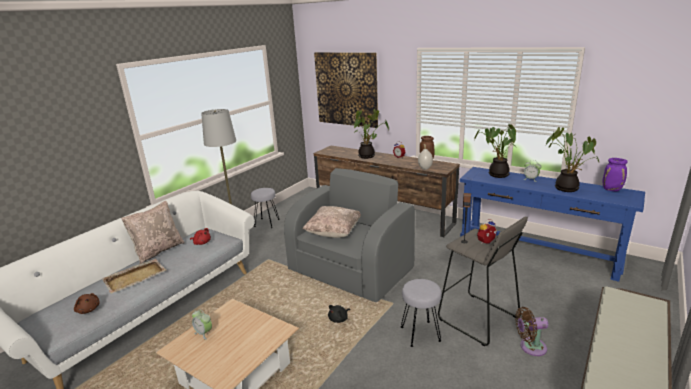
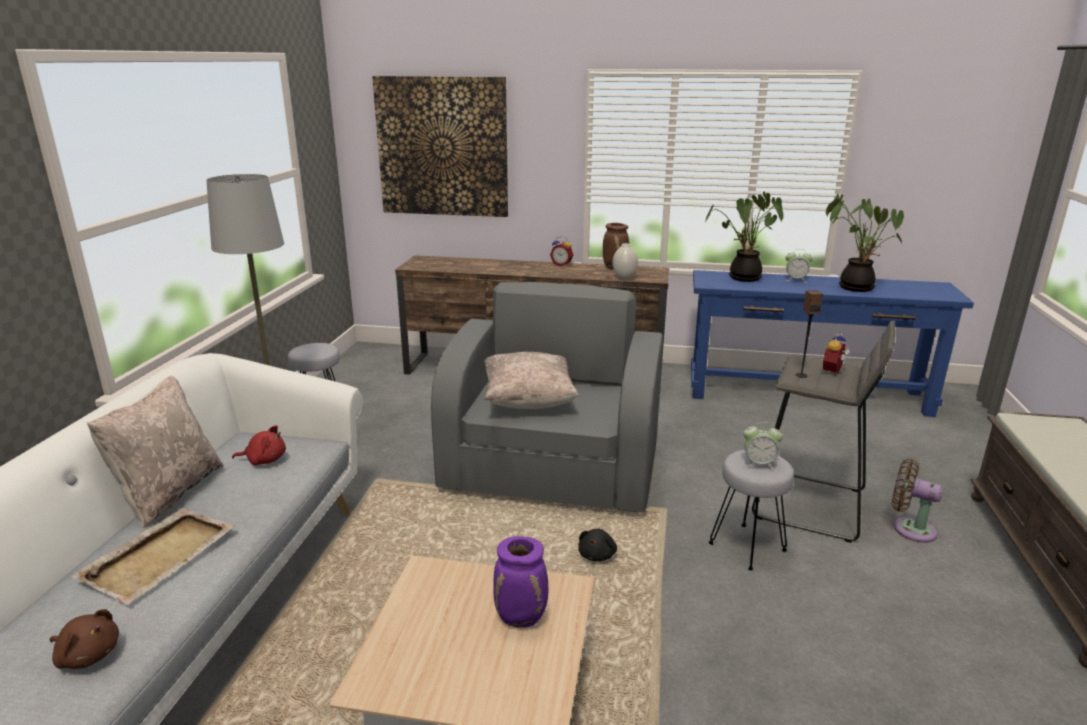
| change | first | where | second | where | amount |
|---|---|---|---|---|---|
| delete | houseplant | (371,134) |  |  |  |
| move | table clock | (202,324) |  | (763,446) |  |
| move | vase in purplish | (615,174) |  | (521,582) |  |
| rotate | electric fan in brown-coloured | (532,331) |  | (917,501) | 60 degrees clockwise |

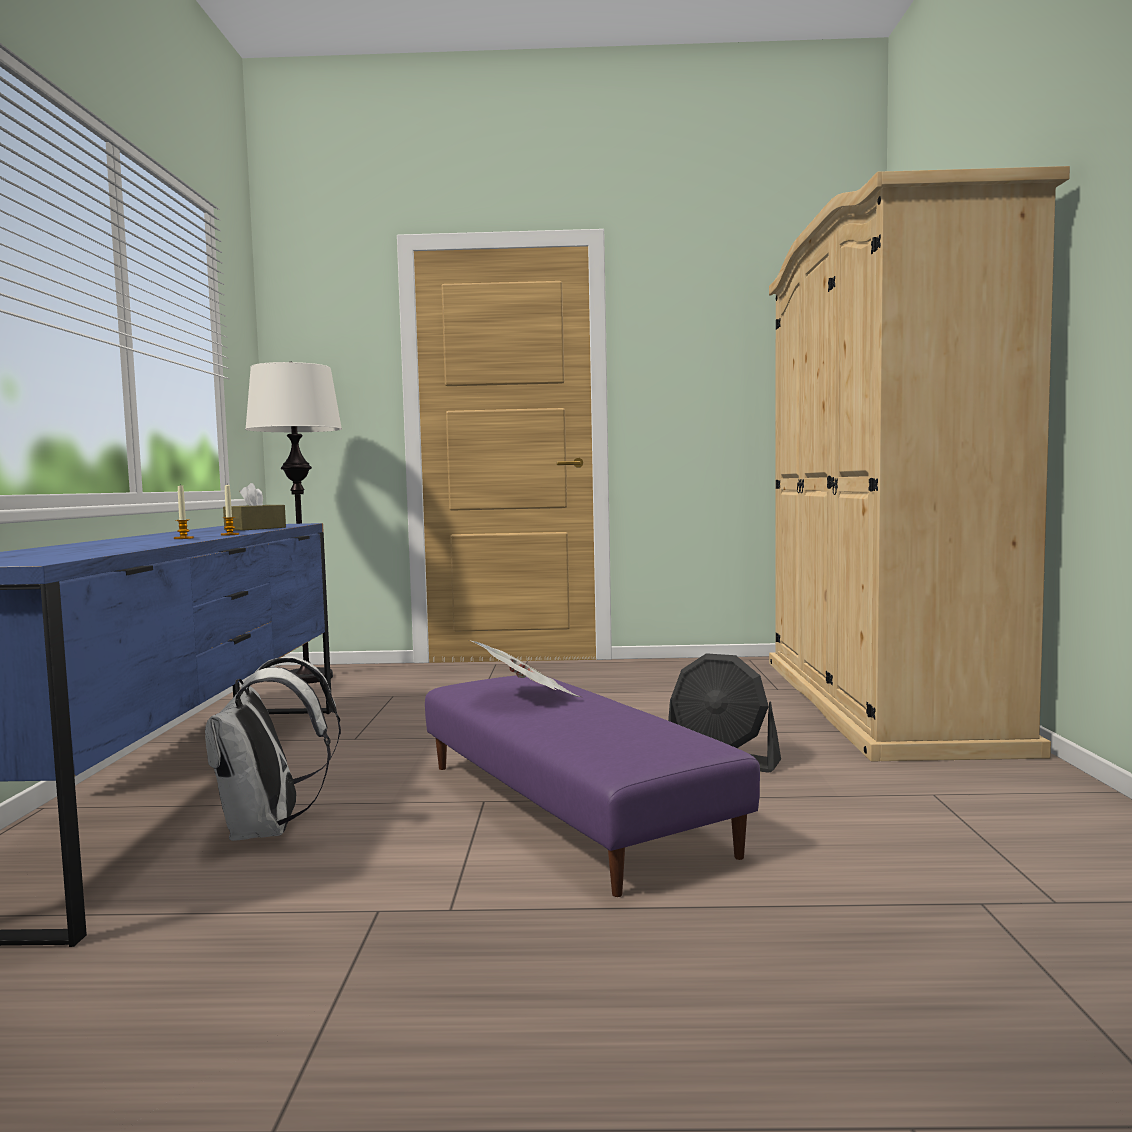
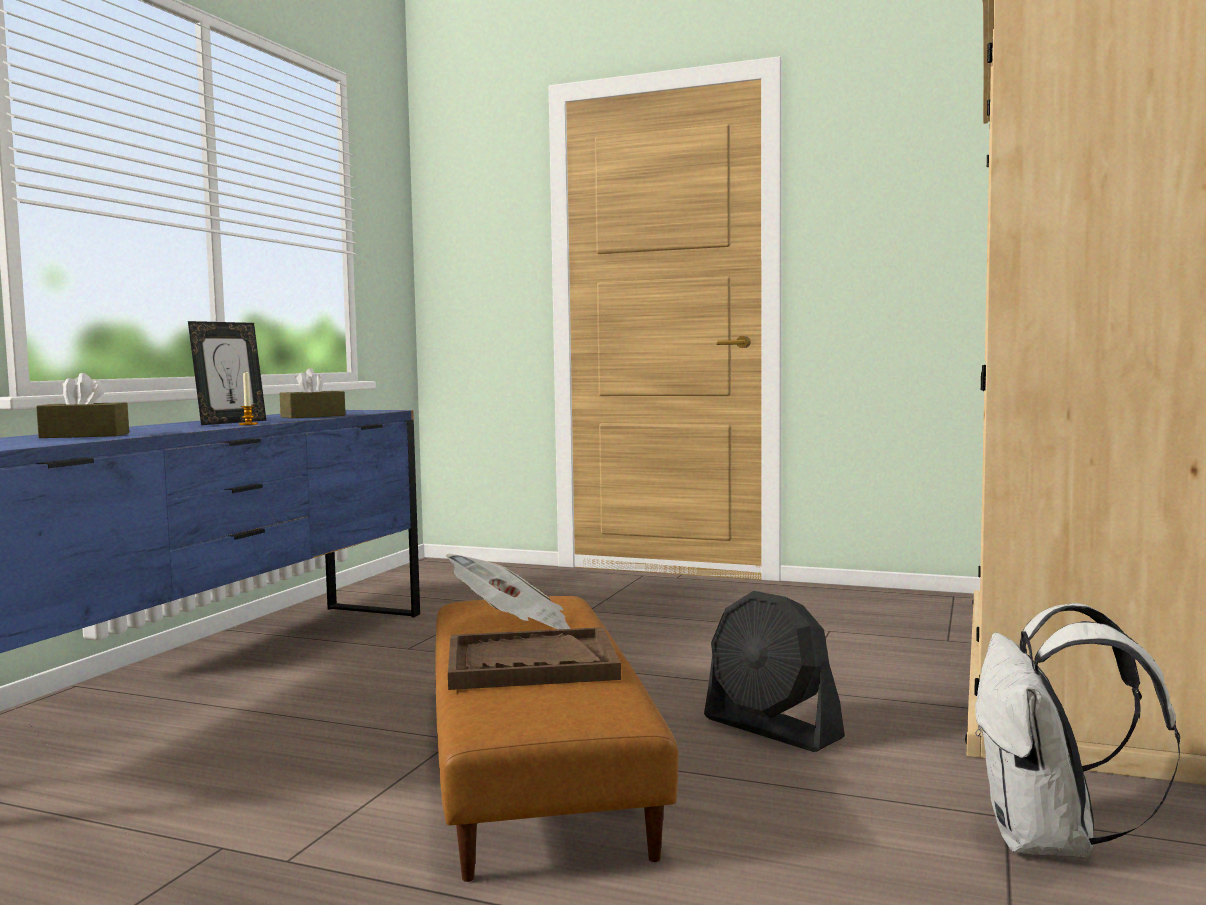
| change | first | where | second | where | amount |
|---|---|---|---|---|---|
| delete | wax light | (184,512) |  |  |  |
| delete | standard lamp in whitish | (293,523) |  |  |  |
| insert |  |  | box of tissues in brown-coloured | (82,405) |  |
| insert |  |  | photo frame | (227,373) |  |
| insert |  |  | tray in brown-coloured | (534,658) |  |
| move | backpack in whitish | (273,748) |  | (1077,730) |  |
| recolor | pouffe in purplish | (592,786) | pouffe in brown-coloured | (556,739) |  |

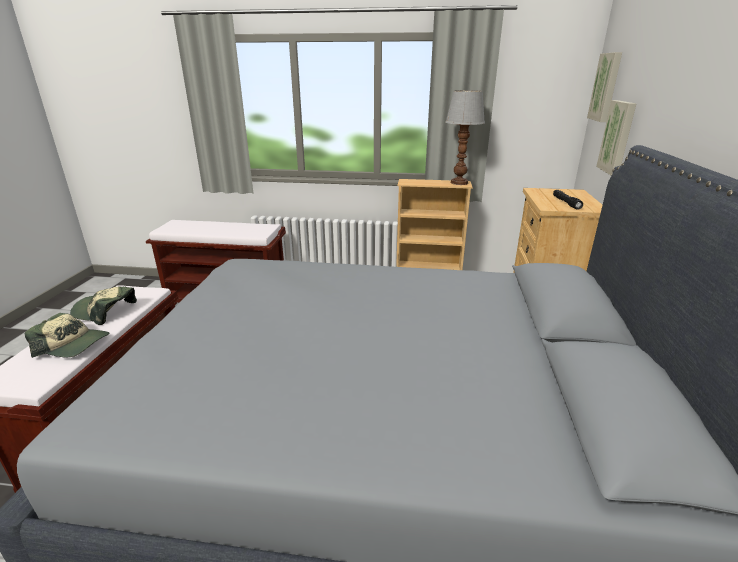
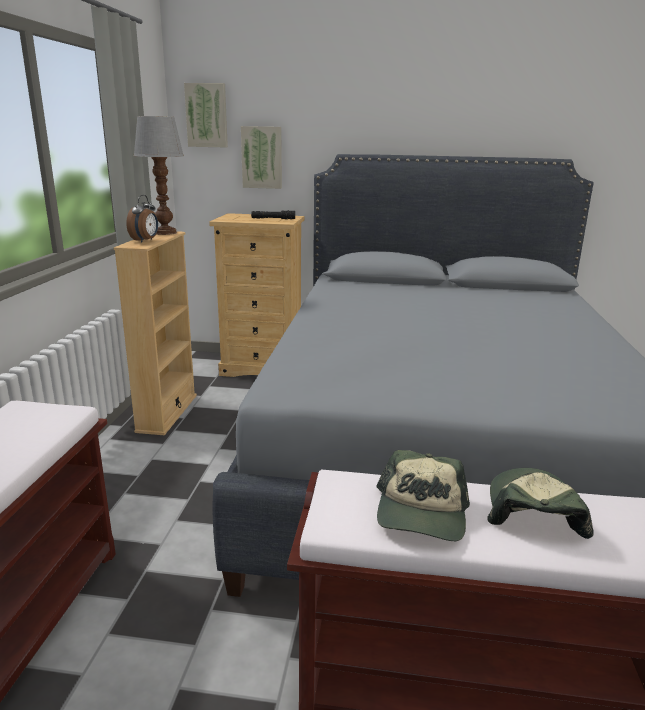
| change | first | where | second | where | amount |
|---|---|---|---|---|---|
| insert |  |  | table clock | (142,218) |  |

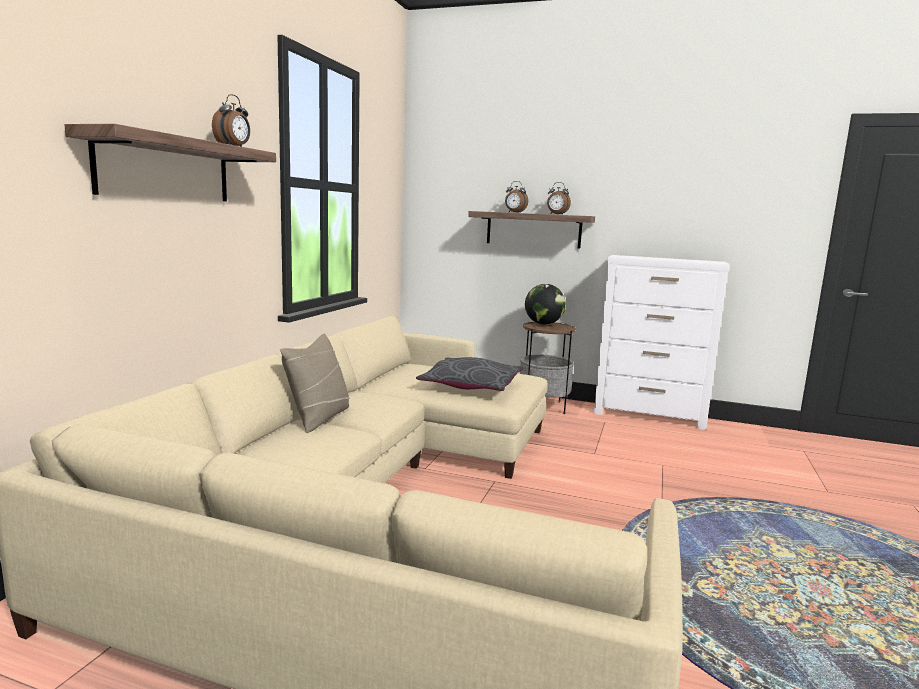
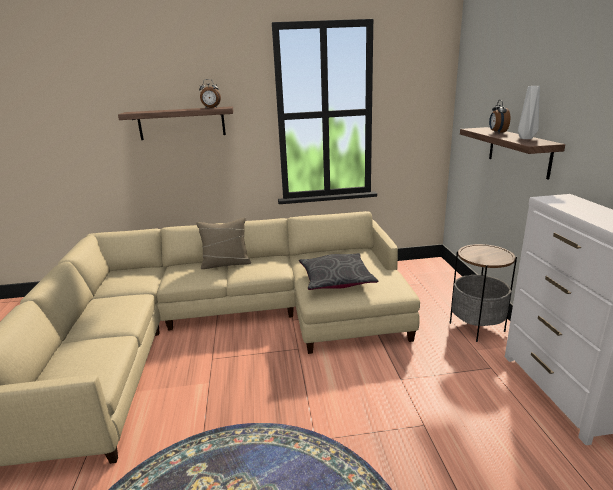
| change | first | where | second | where | amount |
|---|---|---|---|---|---|
| delete | world globe | (545,304) |  |  |  |
| replace | table clock | (559,198) | vase in whitish | (529,112) |  |

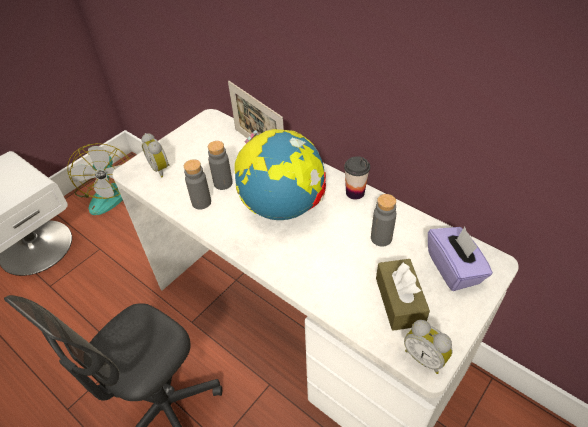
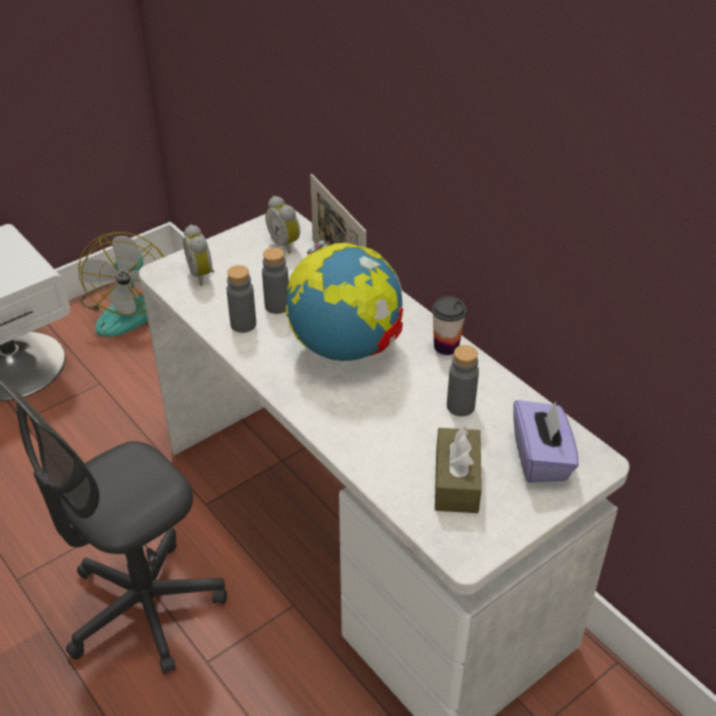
| change | first | where | second | where | amount |
|---|---|---|---|---|---|
| move | table clock | (428,347) |  | (282,225) |  |

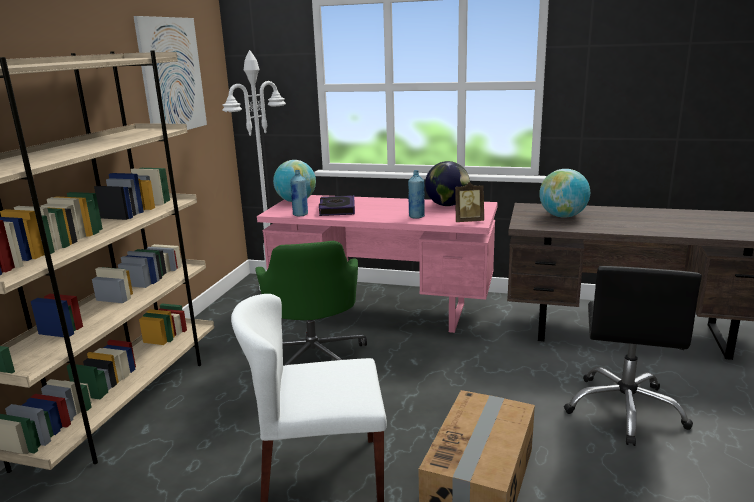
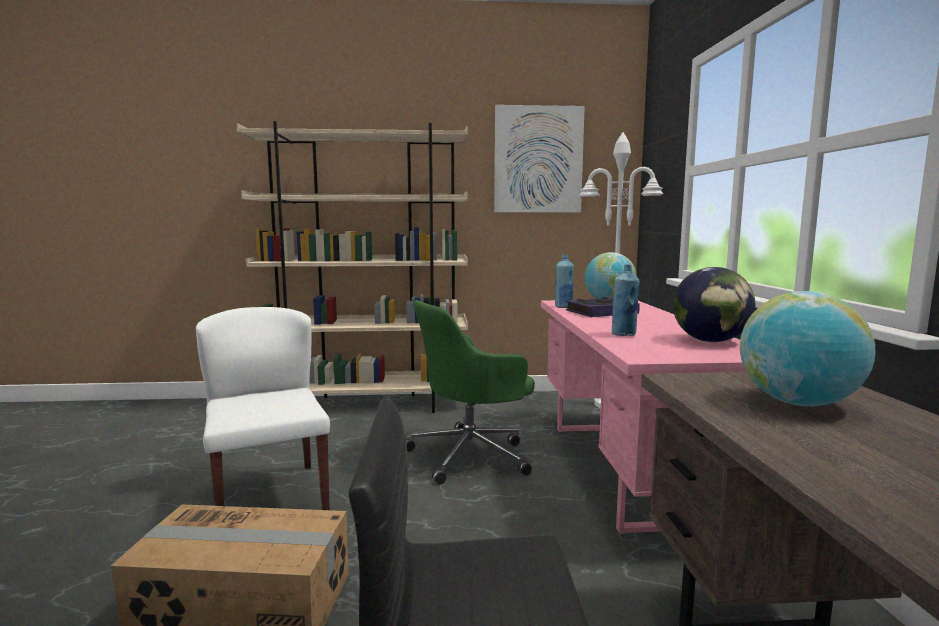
| change | first | where | second | where | amount |
|---|---|---|---|---|---|
| delete | photo frame | (469,202) |  |  |  |

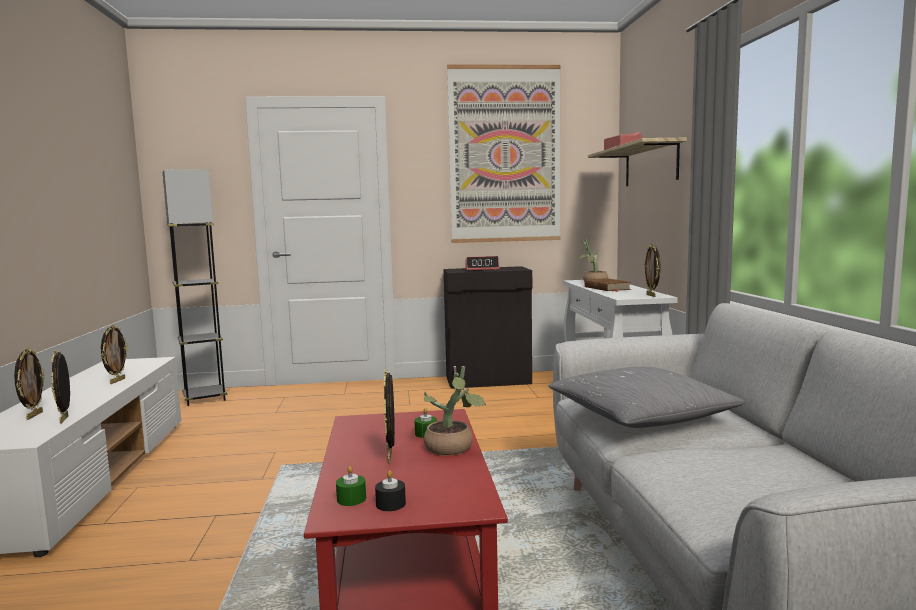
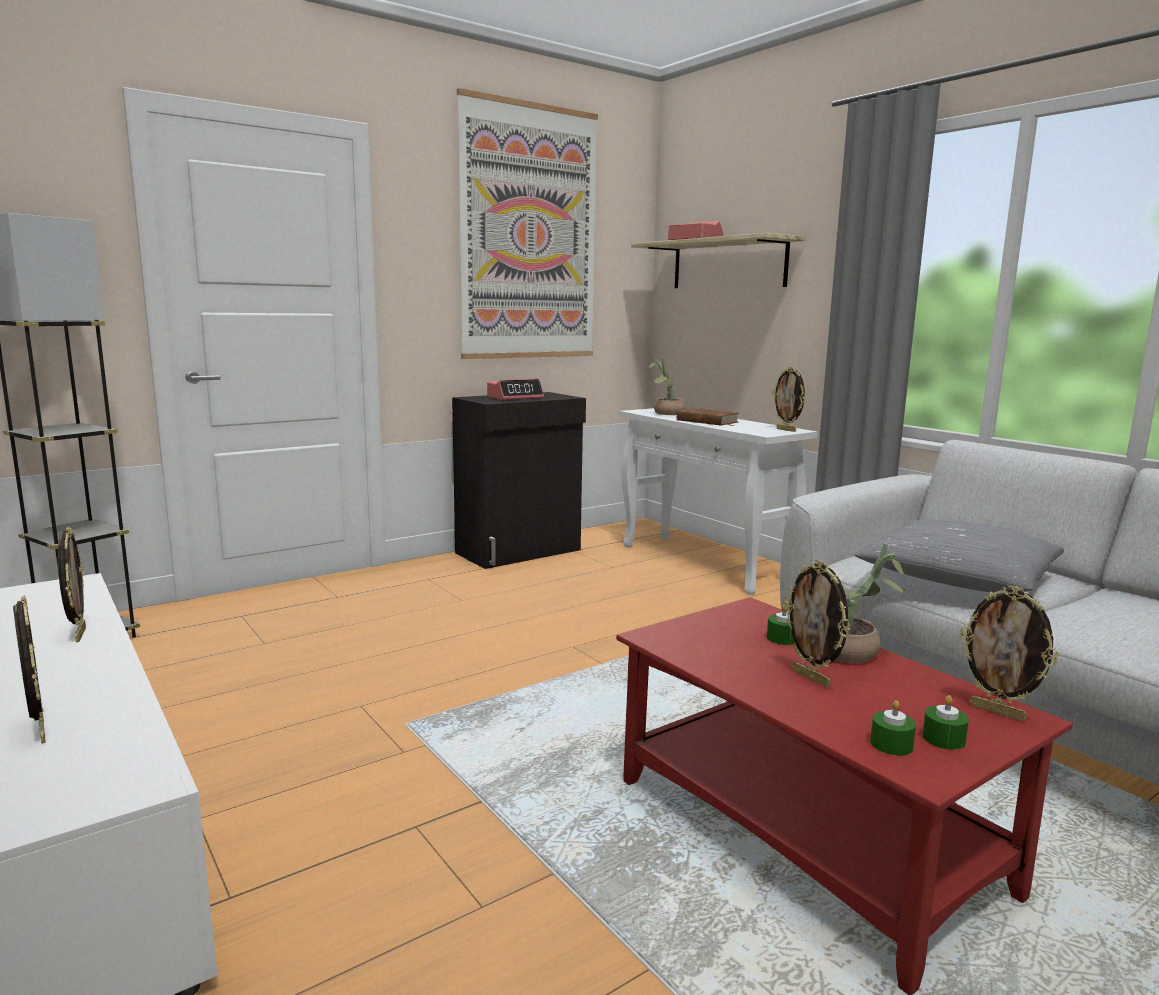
| change | first | where | second | where | amount |
|---|---|---|---|---|---|
| move | photo frame | (60,387) |  | (1009,653) |  |
| recolor | wax light in black | (390,490) | wax light in green-coloured | (945,722) |  |

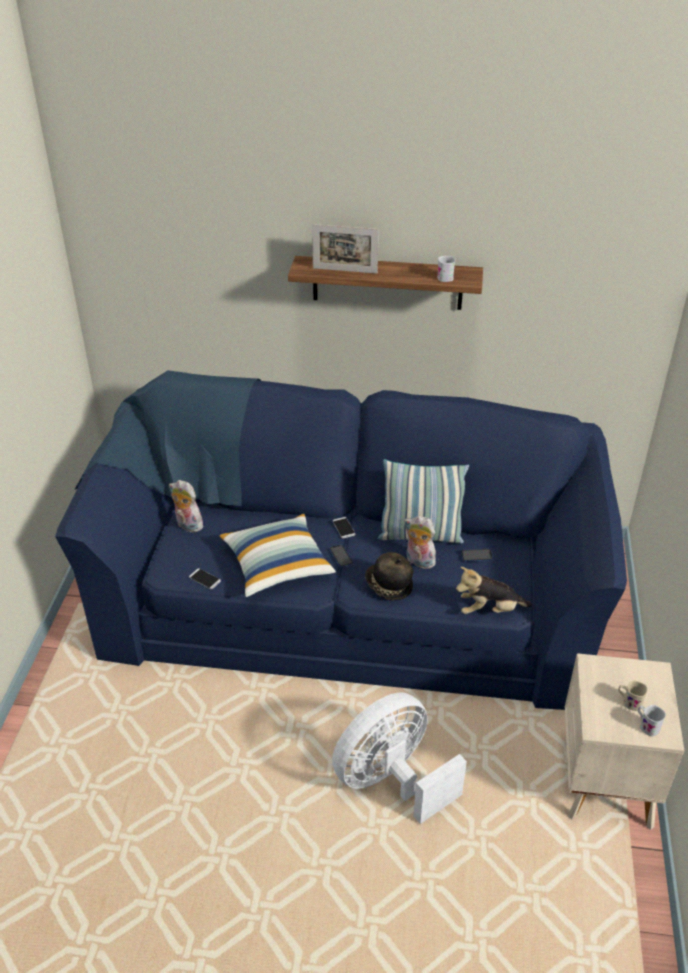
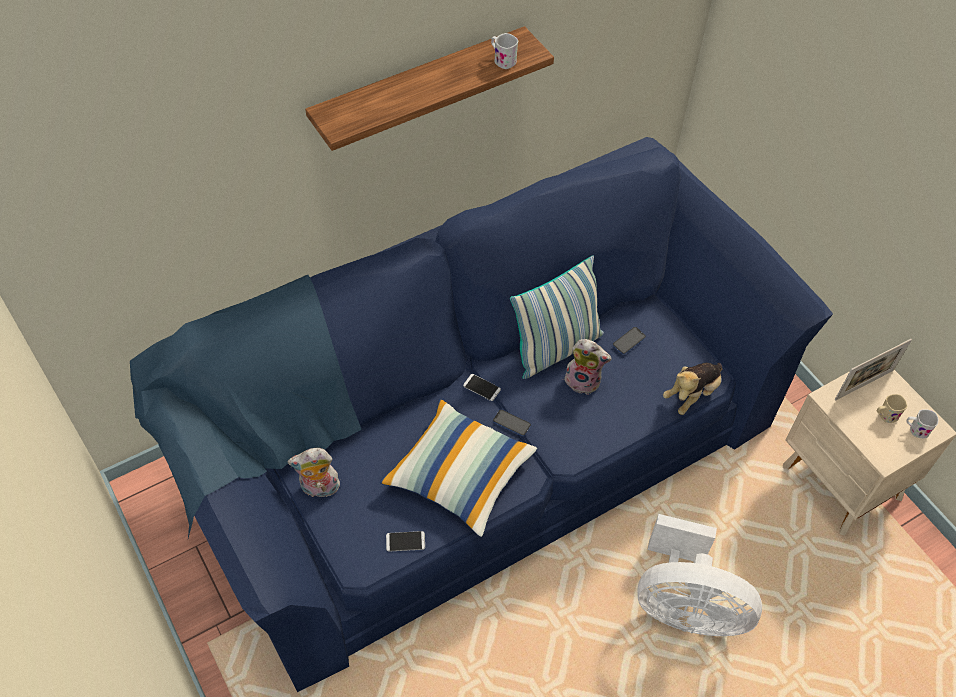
| change | first | where | second | where | amount |
|---|---|---|---|---|---|
| delete | hat | (389,576) |  |  |  |
| move | photo frame | (345,249) |  | (873,370) |  |
| rotate | electric fan in whitish | (399,758) |  | (699,575) | 90 degrees counterclockwise |
| rotate | cuddly toy | (420,542) |  | (588,367) | 150 degrees counterclockwise |

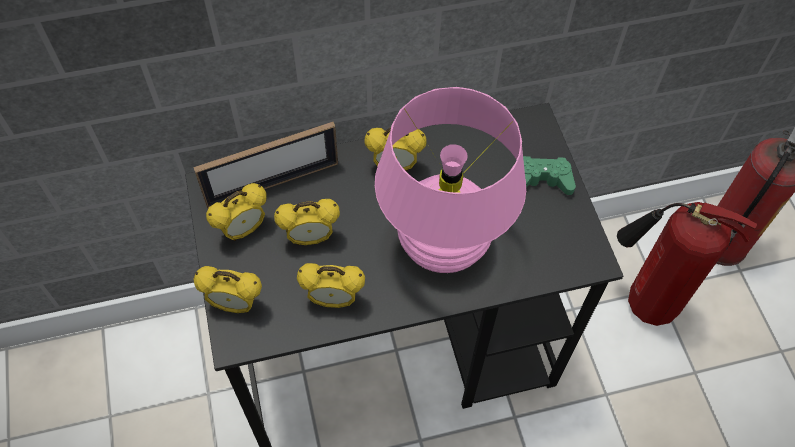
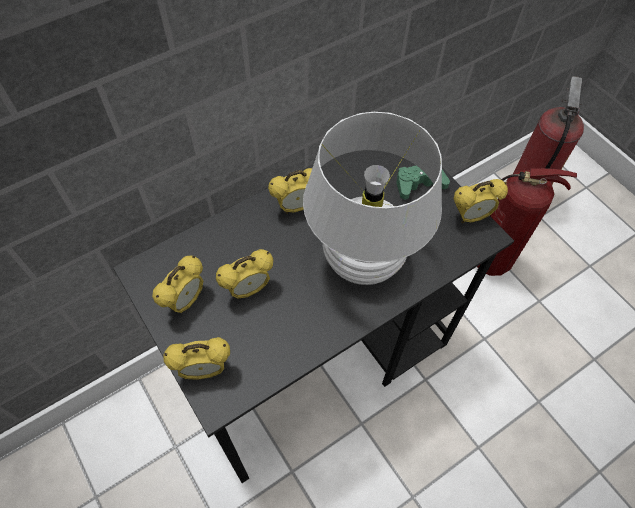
| change | first | where | second | where | amount |
|---|---|---|---|---|---|
| delete | photo frame | (265,165) |  |  |  |
| move | table clock | (331,285) |  | (481,201) |  |
| recolor | table lamp in pink | (450,180) | table lamp in whitish | (372,198) |  |

